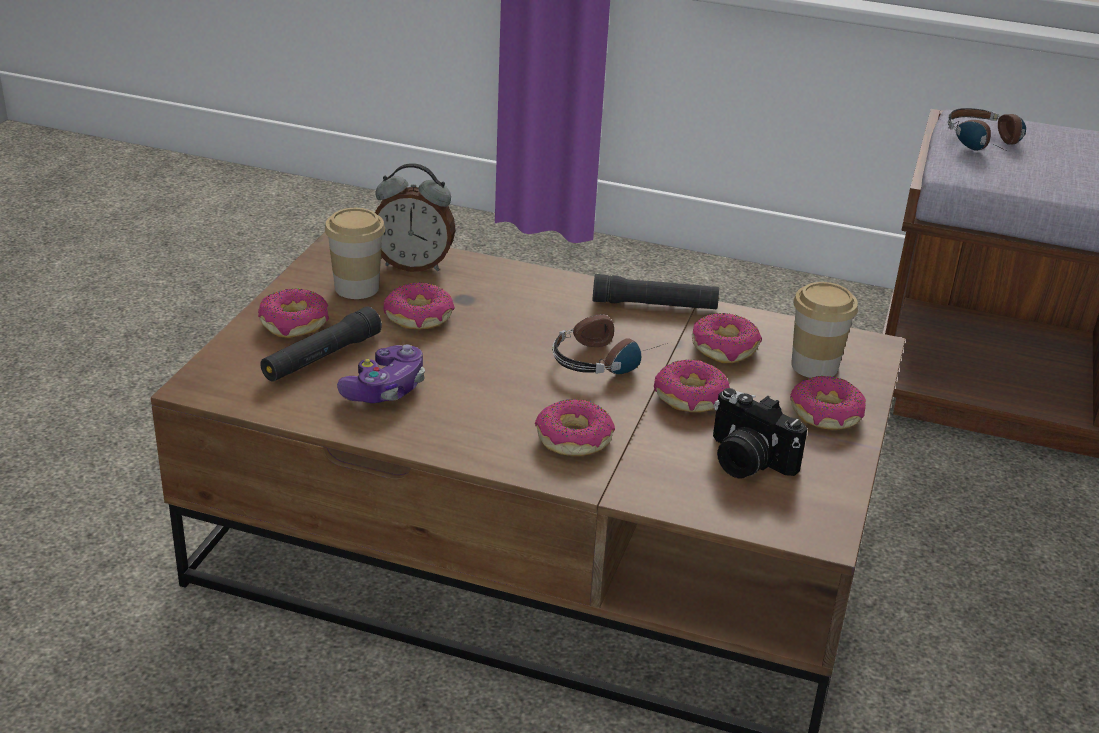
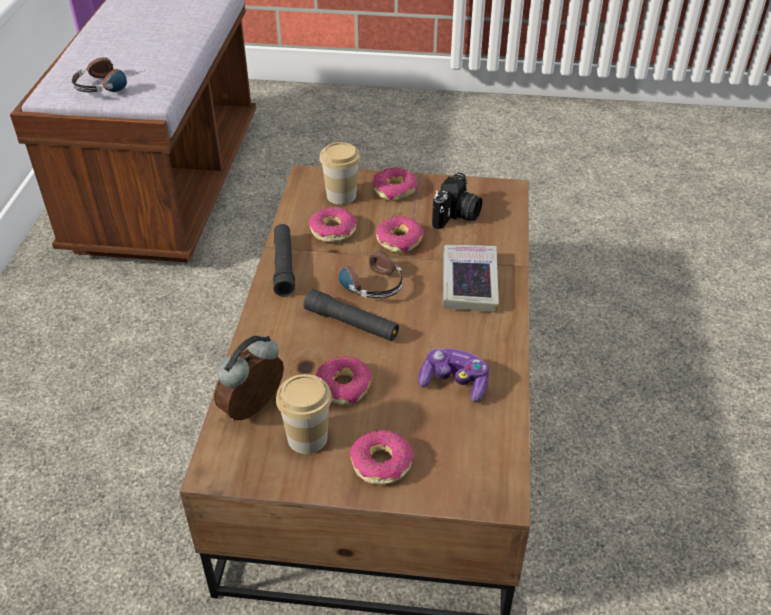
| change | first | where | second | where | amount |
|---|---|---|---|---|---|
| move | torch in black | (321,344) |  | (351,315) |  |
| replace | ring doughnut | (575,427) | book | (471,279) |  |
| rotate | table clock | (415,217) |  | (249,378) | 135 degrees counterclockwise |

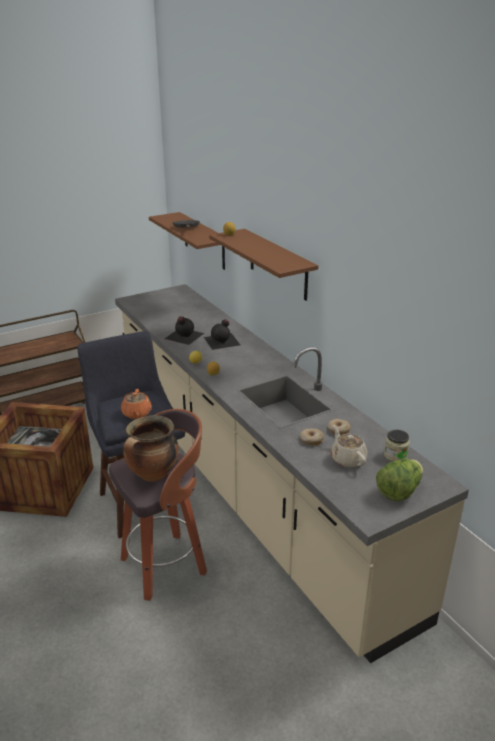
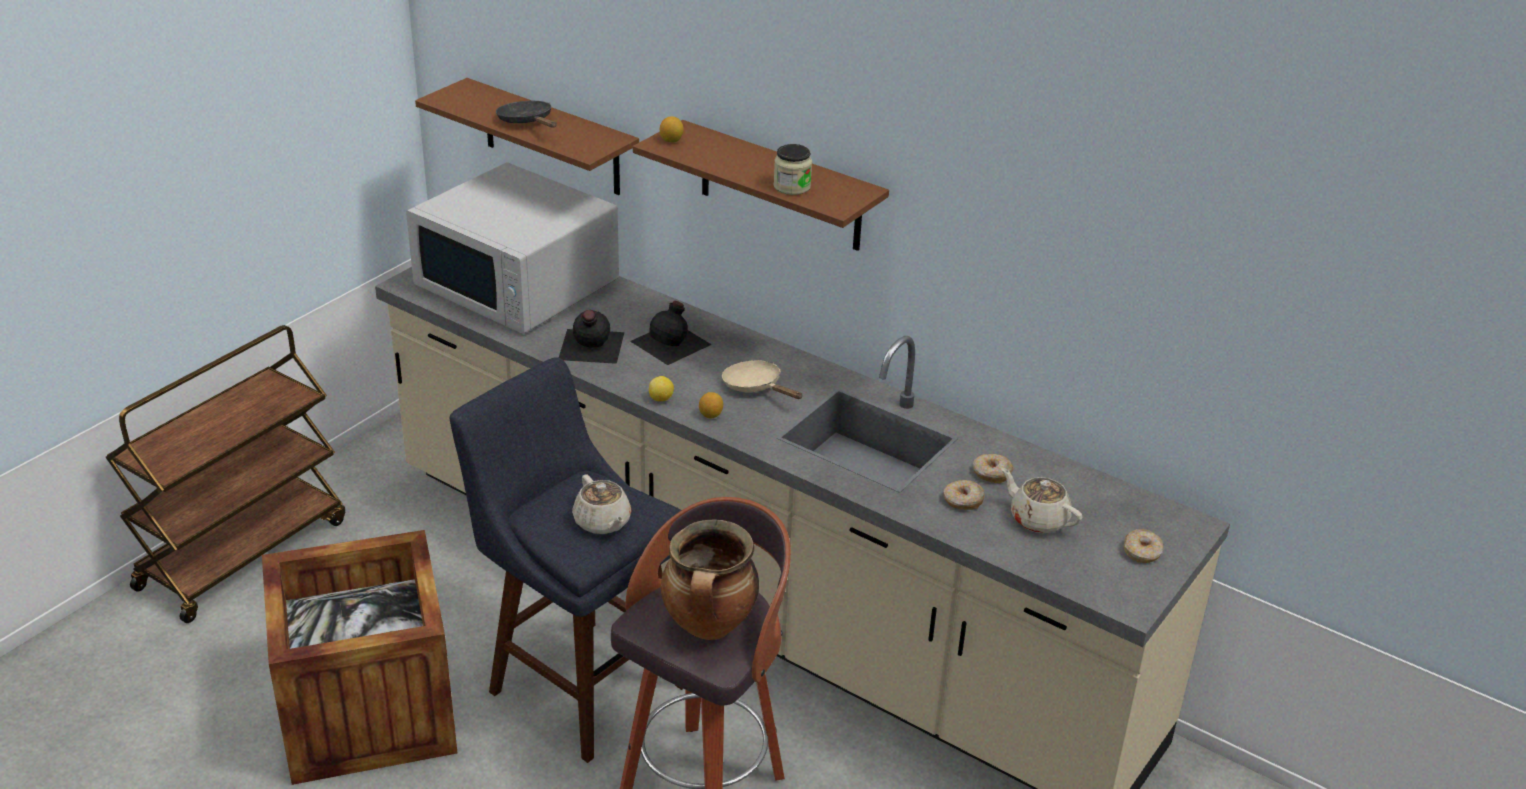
| change | first | where | second | where | amount |
|---|---|---|---|---|---|
| insert |  |  | microwave oven in whitish | (512,248) |  |
| insert |  |  | skillet in beige-coloured | (762,379) |  |
| move | jar | (397,446) |  | (793,169) |  |
| replace | lettuce | (399,480) | ring doughnut | (1144,546) |  |
| recolor | tea pot in orangey | (136,404) | tea pot in beige-coloured | (602,504) |  |

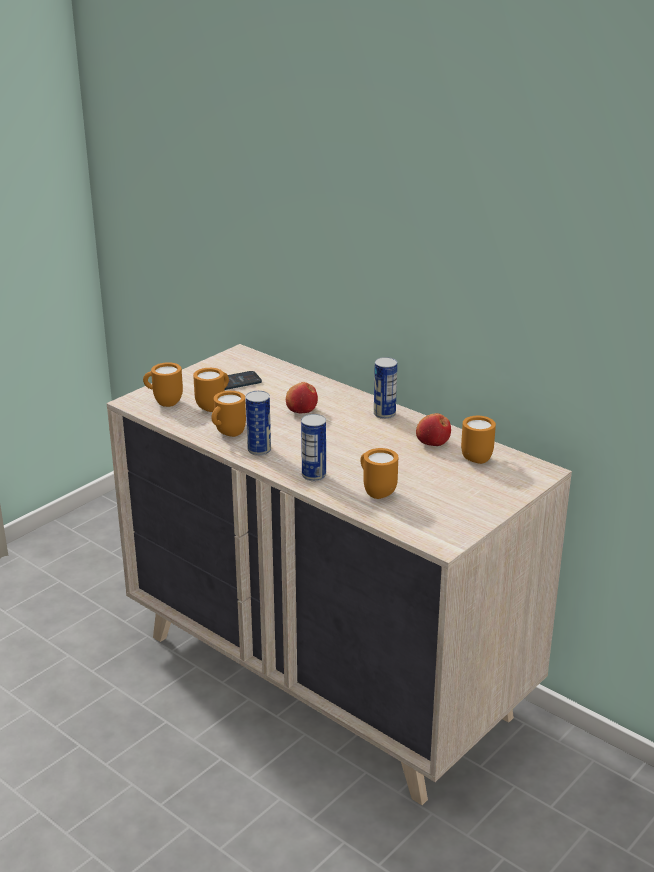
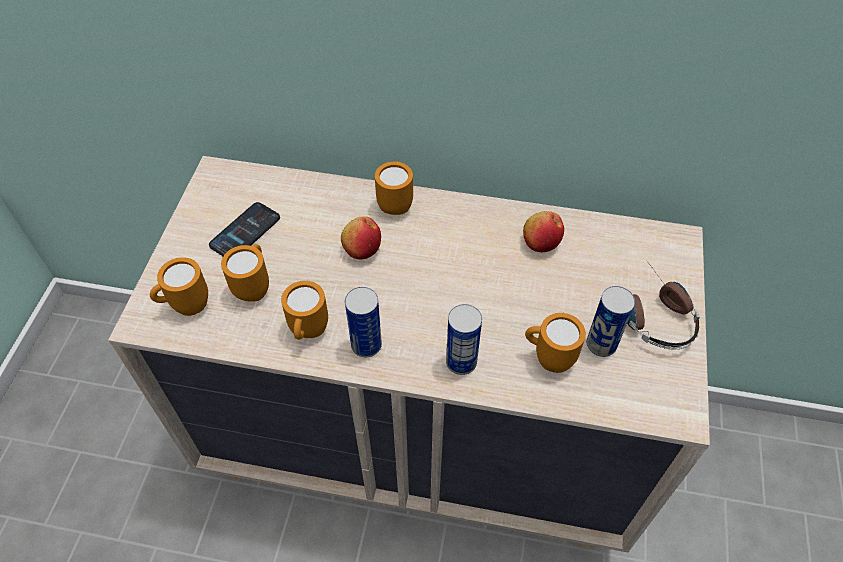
| change | first | where | second | where | amount |
|---|---|---|---|---|---|
| insert |  |  | pair of headphones | (663,305) |  |
| move | can | (385,388) |  | (611,321) |  |
| move | tea mug in orangey | (478,440) |  | (394,188) |  |

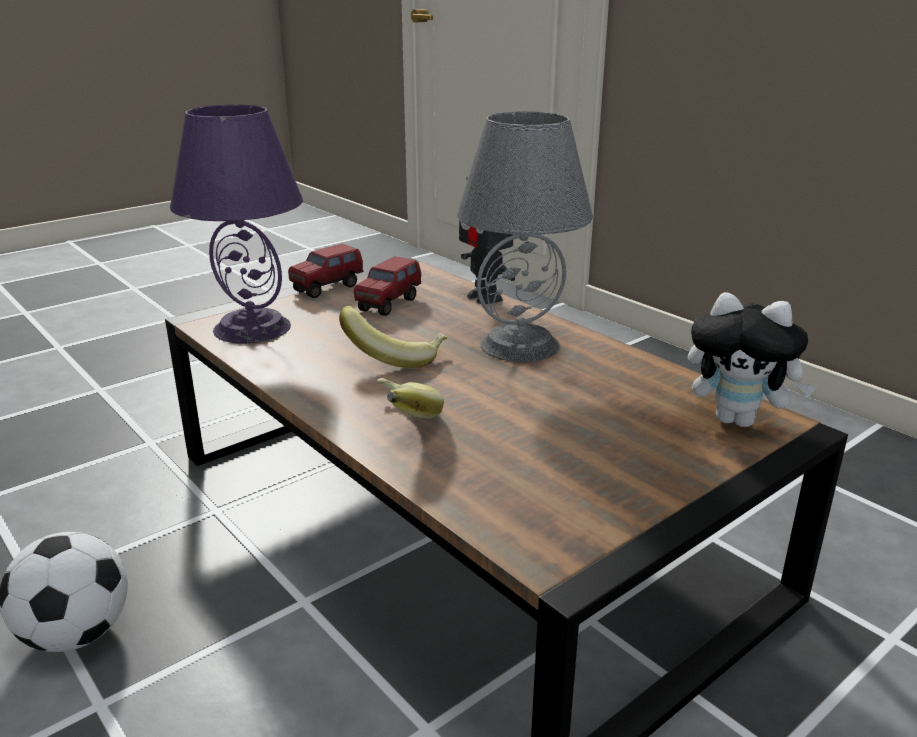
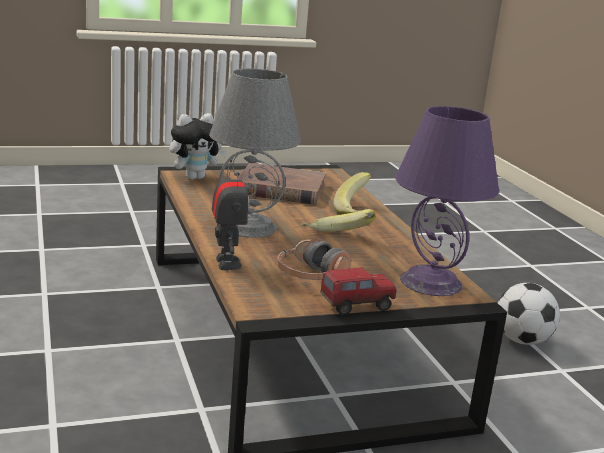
| change | first | where | second | where | amount |
|---|---|---|---|---|---|
| insert |  |  | book in brown-coloured | (281,184) |  |
| replace | toy lorry | (387,286) | pair of headphones | (314,259) |  |
| rotate | cuddly toy | (752,359) |  | (198,146) | 105 degrees clockwise |

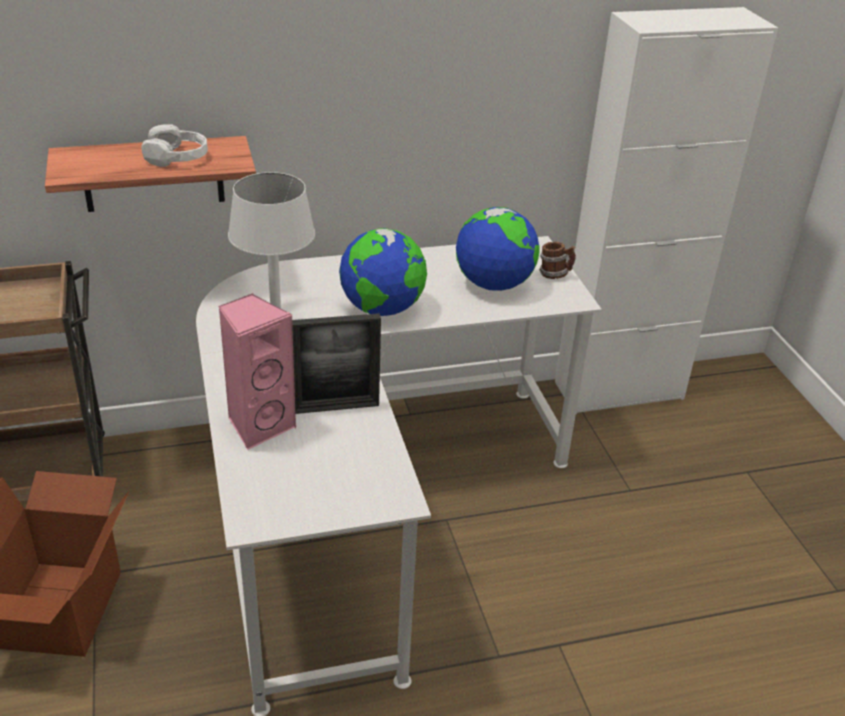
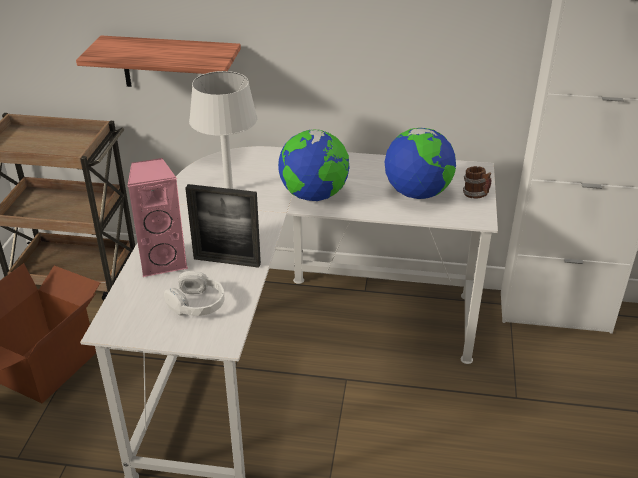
| change | first | where | second | where | amount |
|---|---|---|---|---|---|
| move | pair of headphones in whitish | (174,145) |  | (194,293) |  |

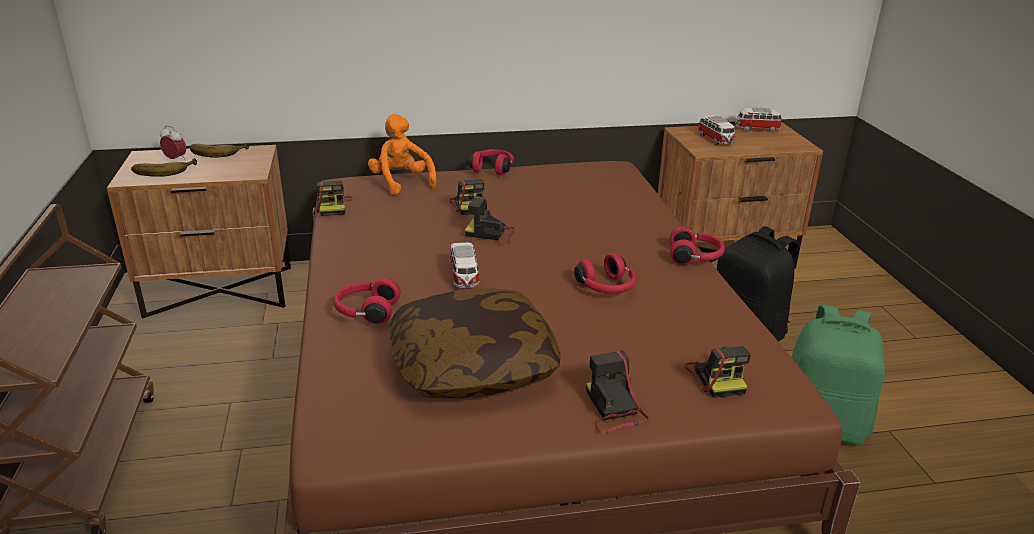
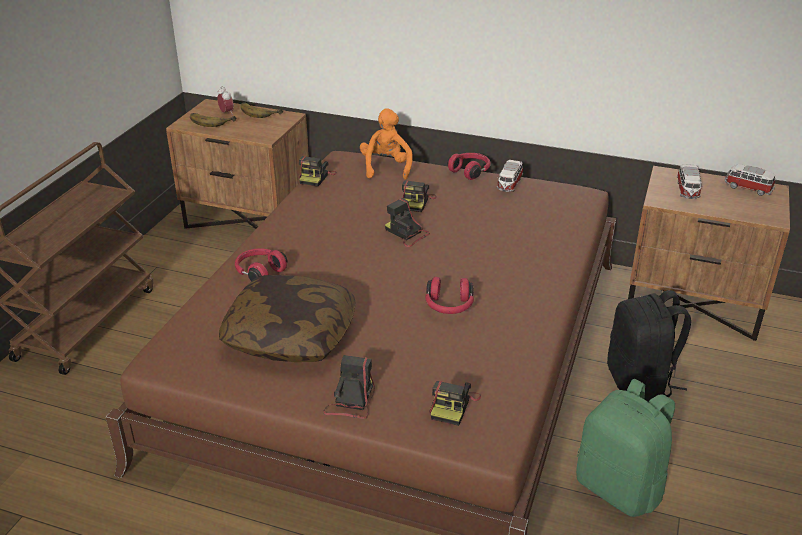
| change | first | where | second | where | amount |
|---|---|---|---|---|---|
| delete | pair of headphones in reddish | (697,245) |  |  |  |
| move | miniature car | (465,265) |  | (510,176) |  |

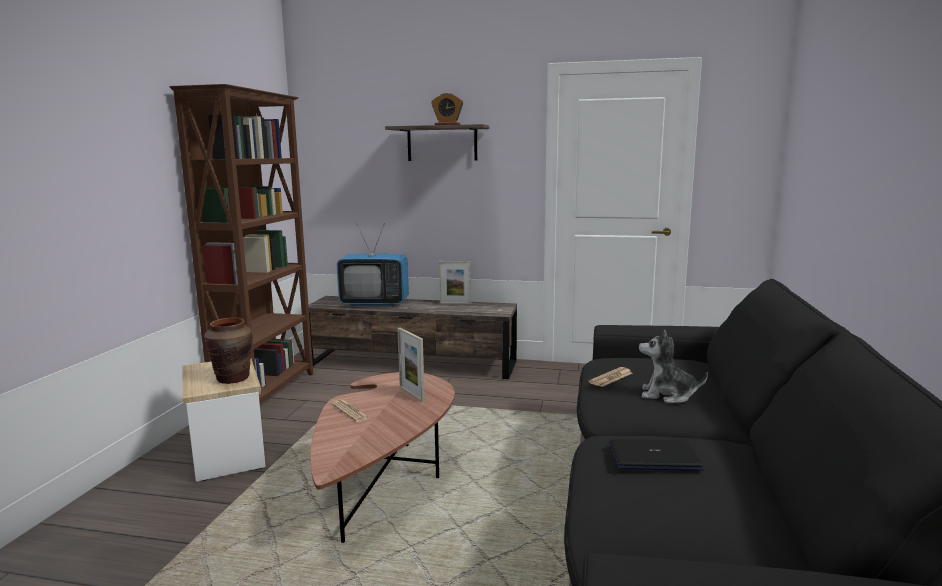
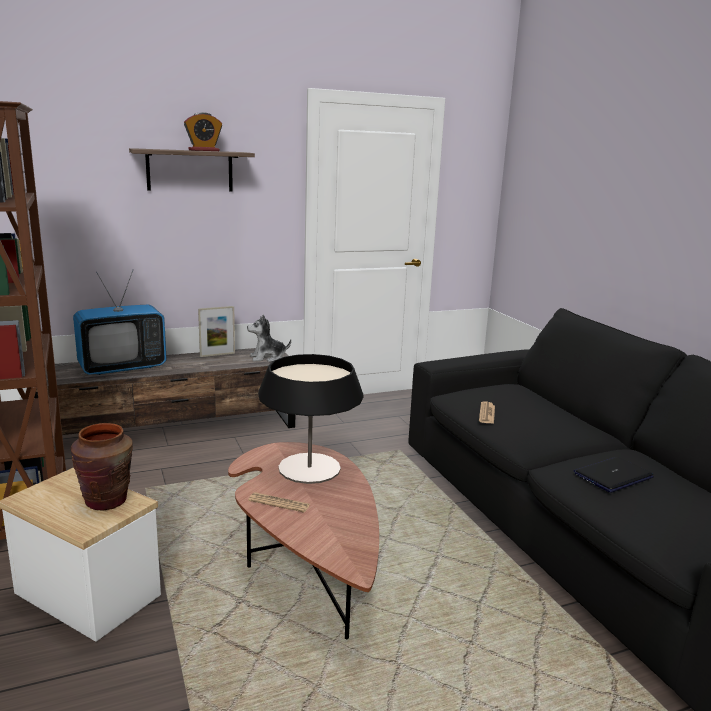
| change | first | where | second | where | amount |
|---|---|---|---|---|---|
| move | cuddly toy | (673,366) |  | (269,338) |  |
| replace | photo frame | (411,365) | table lamp | (311,419) |  |

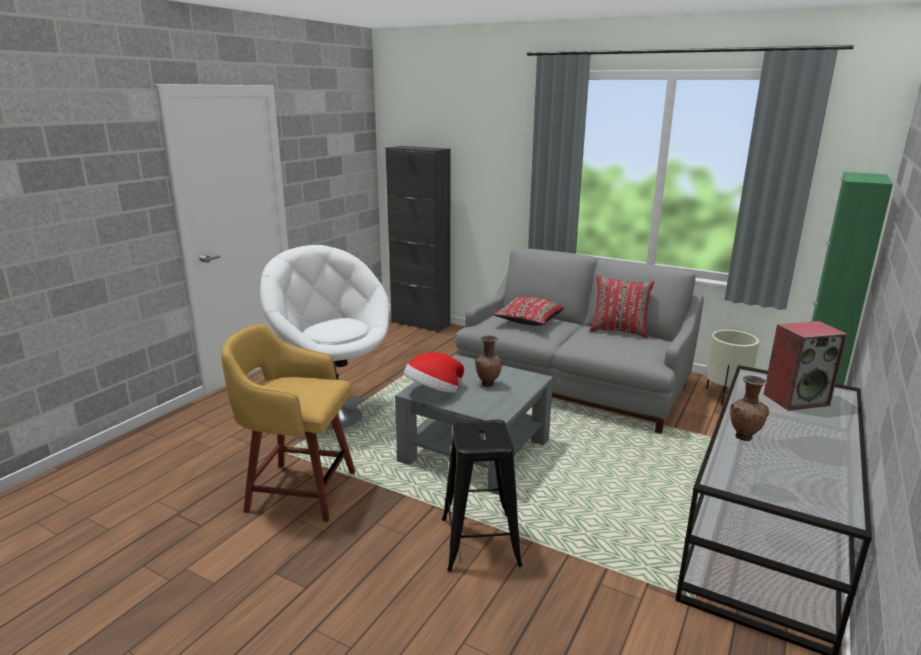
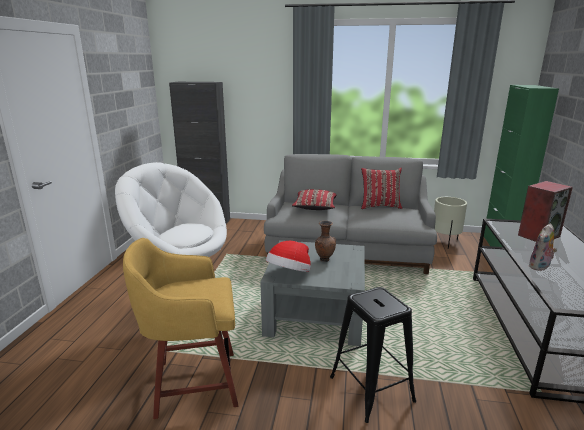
| change | first | where | second | where | amount |
|---|---|---|---|---|---|
| replace | vase in brown-coloured | (749,408) | cuddly toy | (543,247) |  |

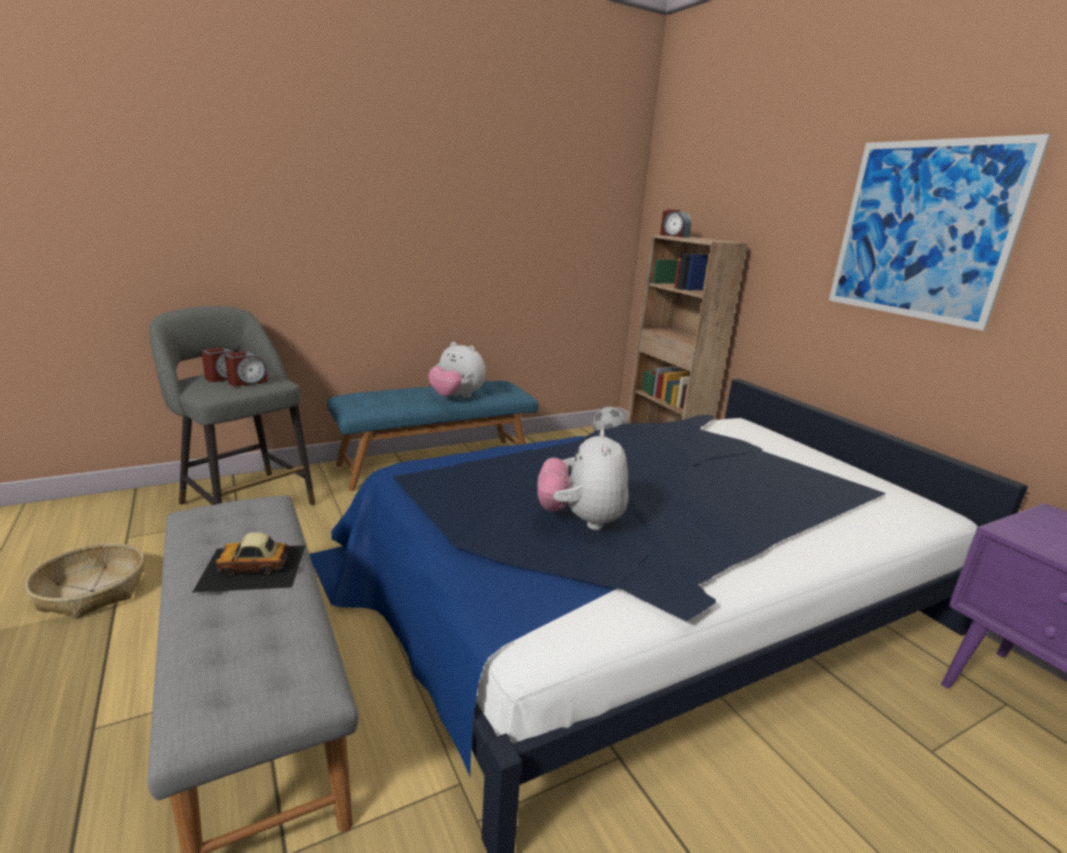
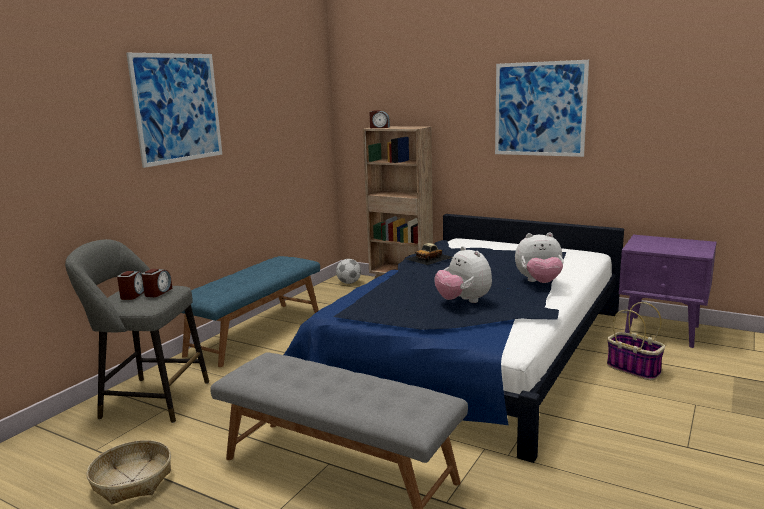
| change | first | where | second | where | amount |
|---|---|---|---|---|---|
| insert |  |  | wall art | (174,110) |  |
| insert |  |  | household basket | (636,341) |  |
| move | miniature car | (249,562) |  | (429,254) |  |
| move | cuddly toy | (456,370) |  | (539,257) |  |

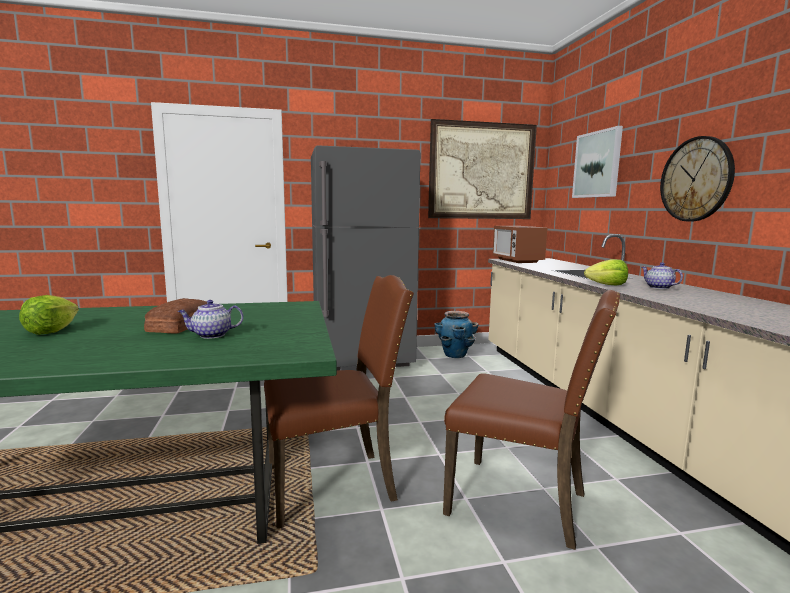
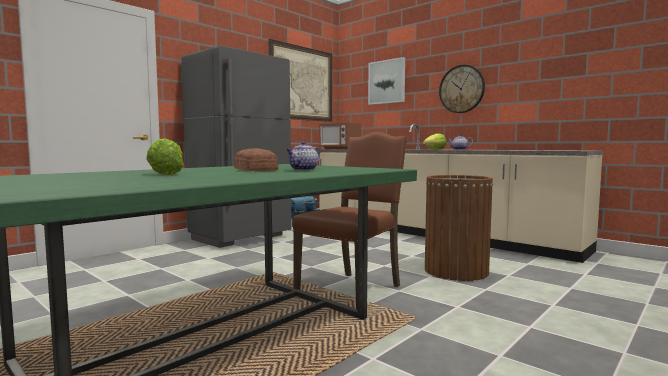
| change | first | where | second | where | amount |
|---|---|---|---|---|---|
| replace | chair in brown-coloured | (531,420) | trash can in brown-coloured | (459,228) |  |

